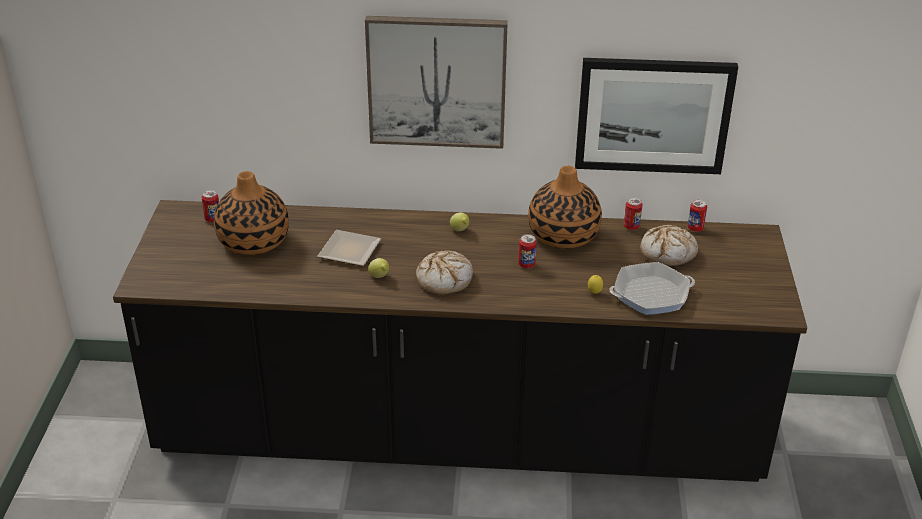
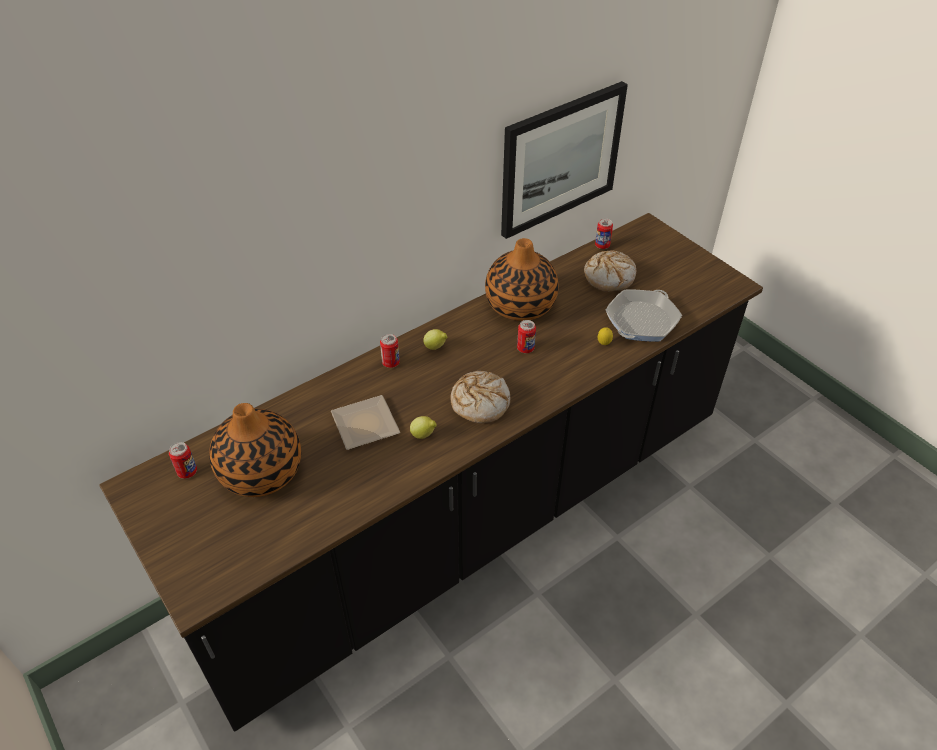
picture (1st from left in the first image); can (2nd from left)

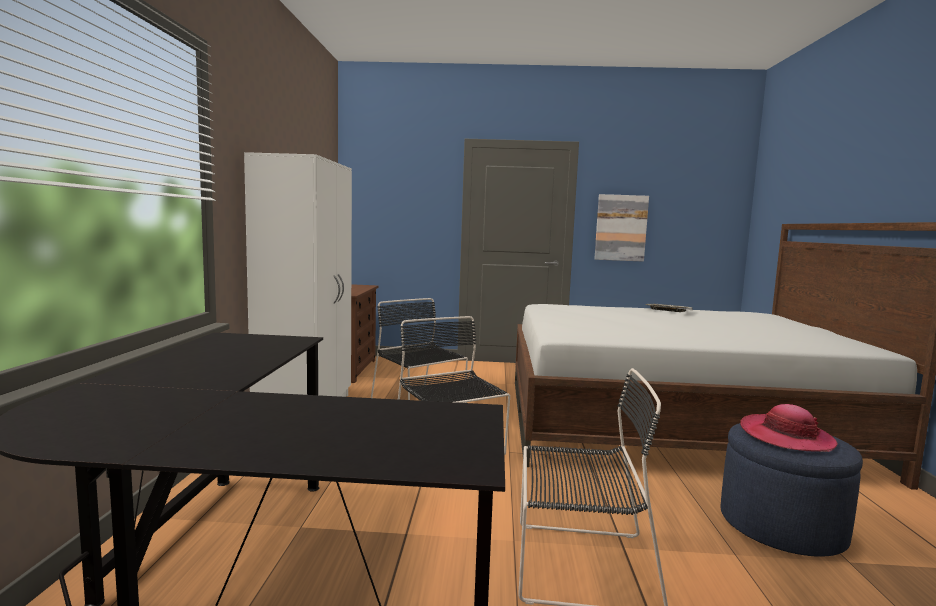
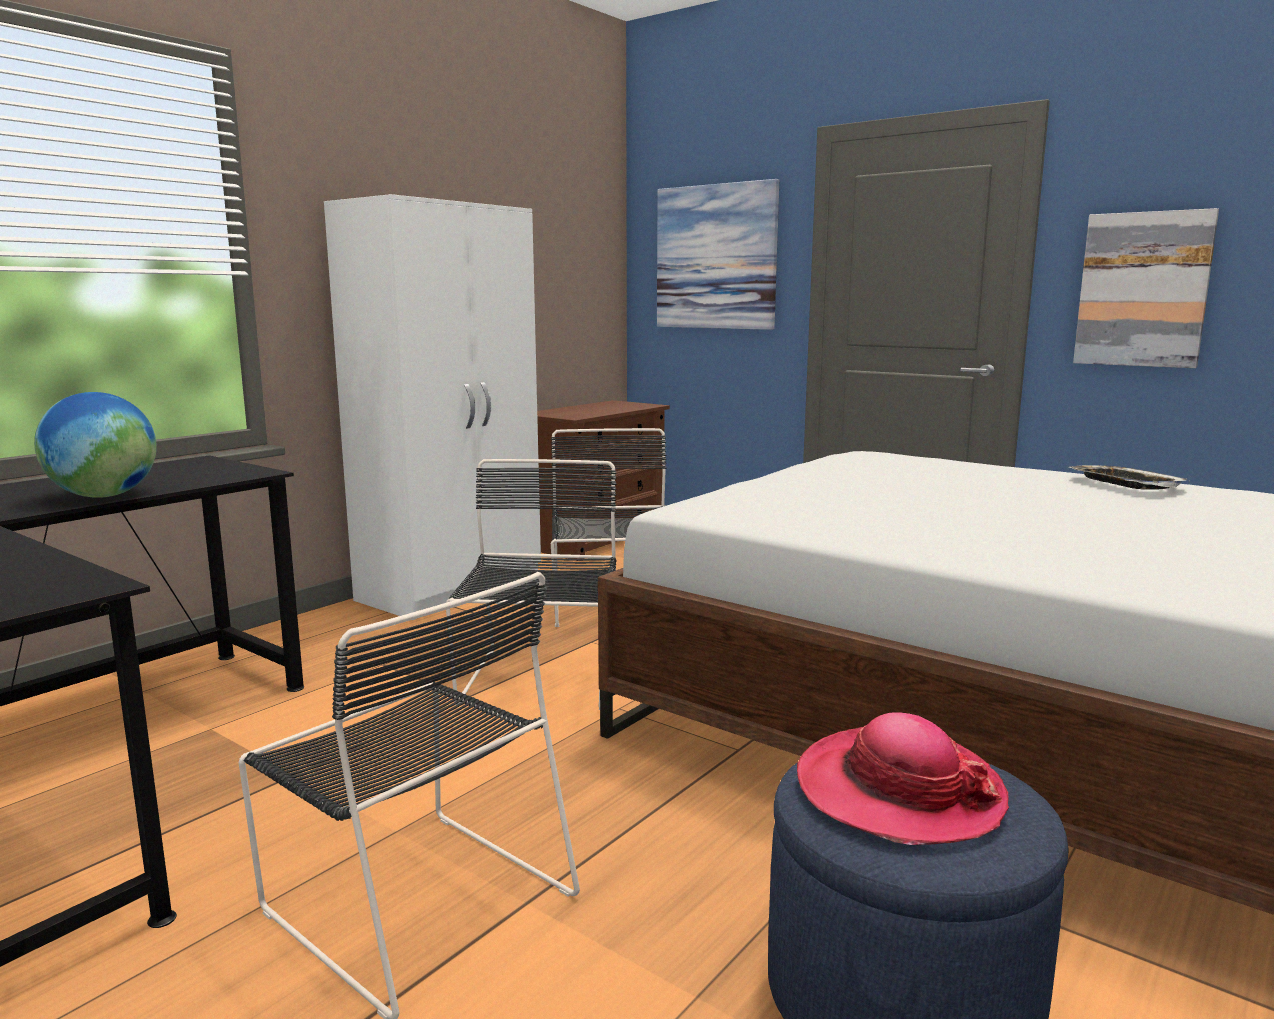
globe; picture (1st from left)

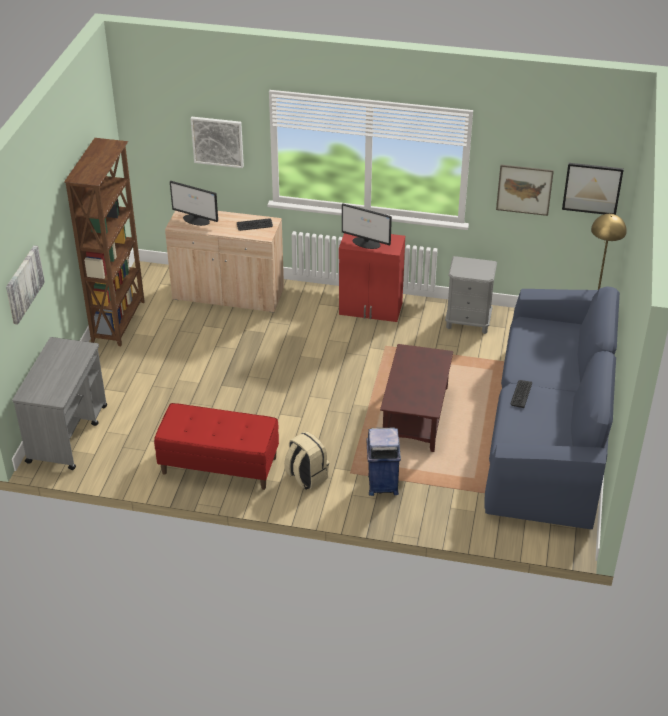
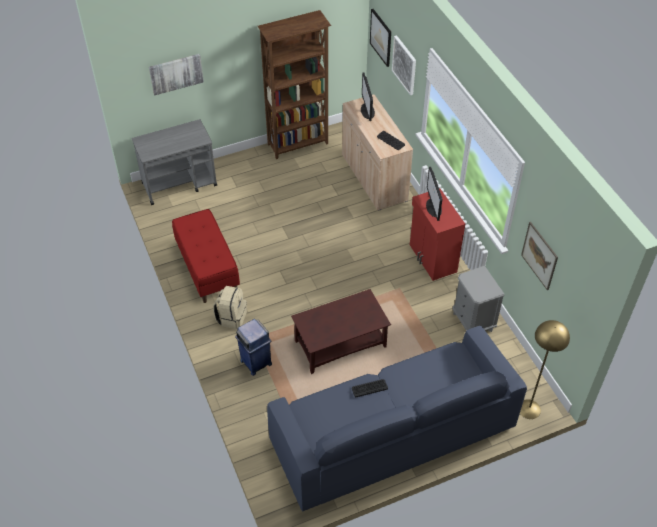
picture (2nd from left)

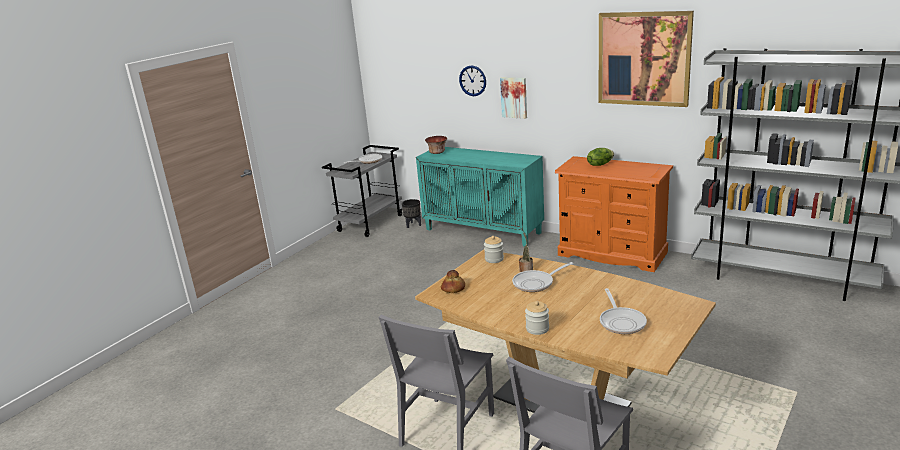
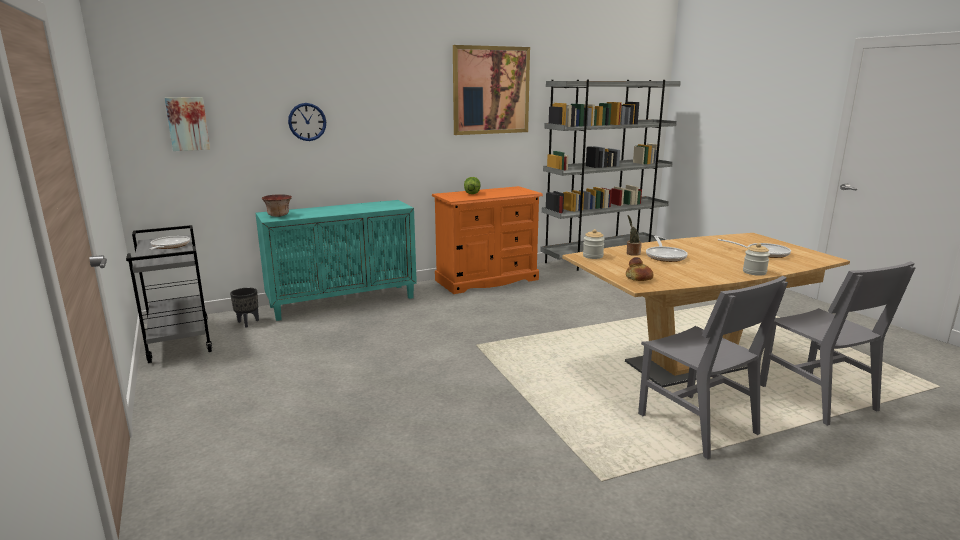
picture (1st from left)

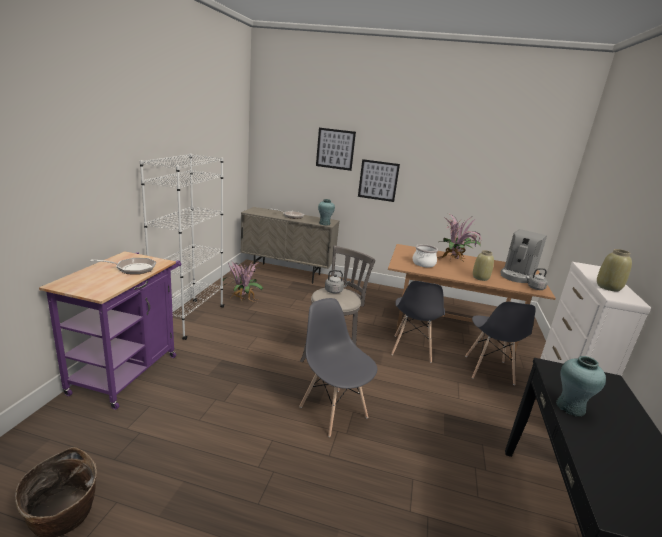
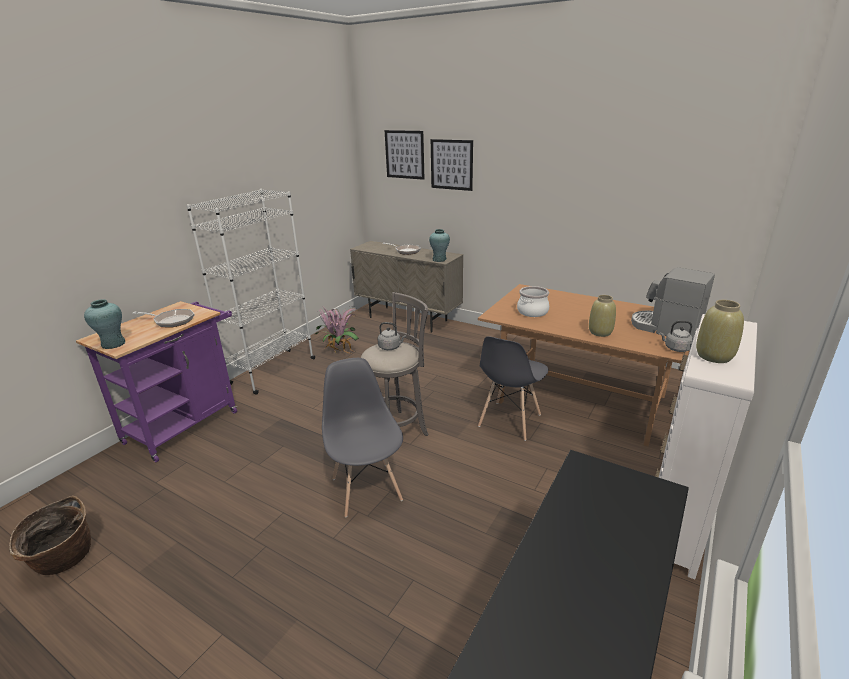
picture (1st from left); potted plant (2nd from left in the first image); grey chair (3rd from left in the first image); coffee machine; turquoise vase (1st from left)

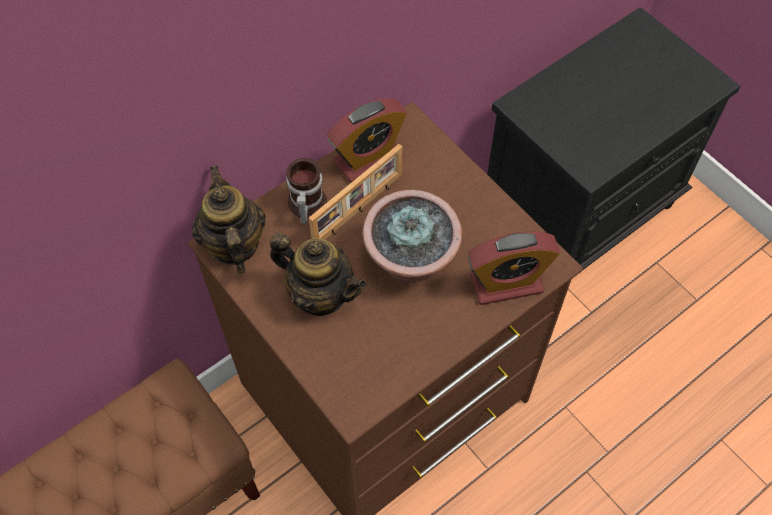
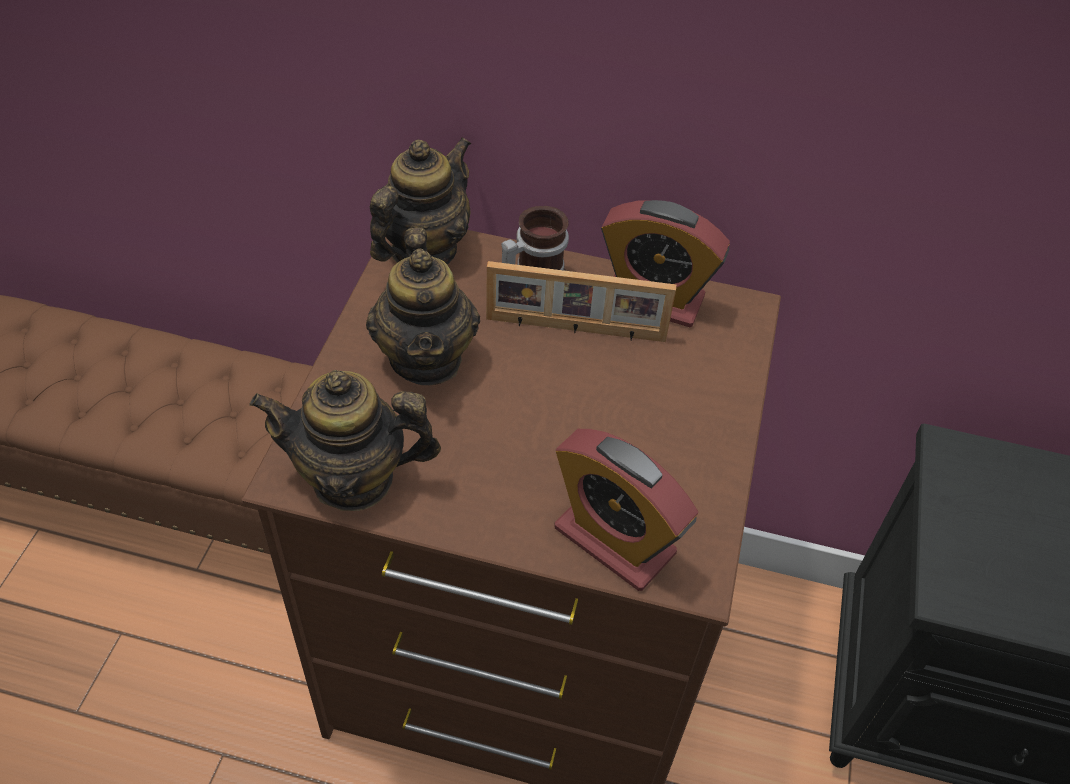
potted plant; teapot (1st from left)

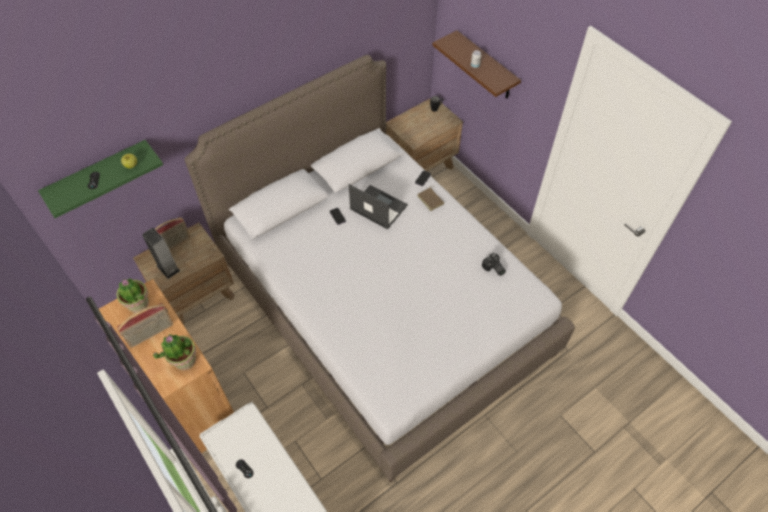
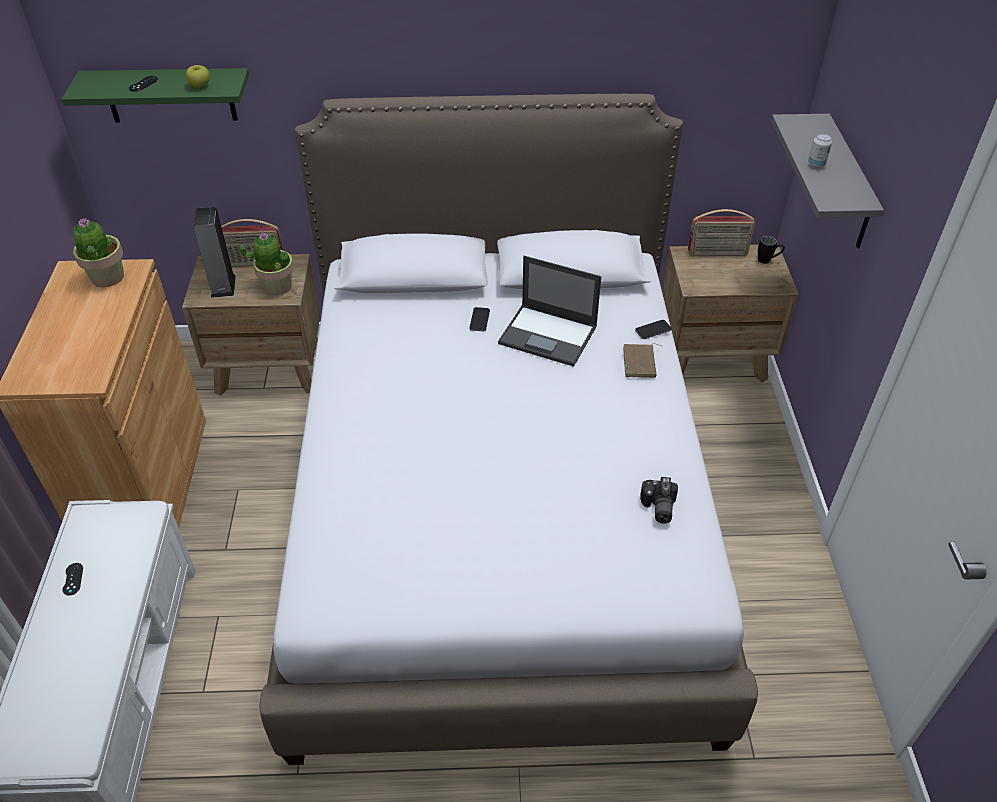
radio (2nd from left); potted plant (2nd from left); laptop; grey shelf

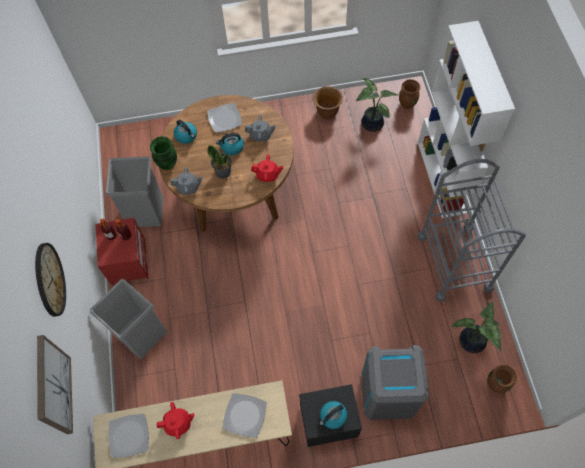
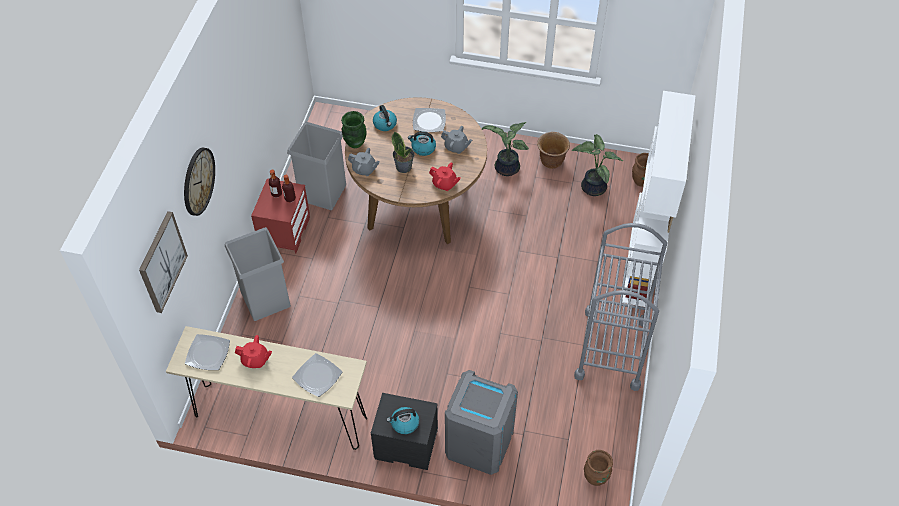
potted plant (2nd from left)

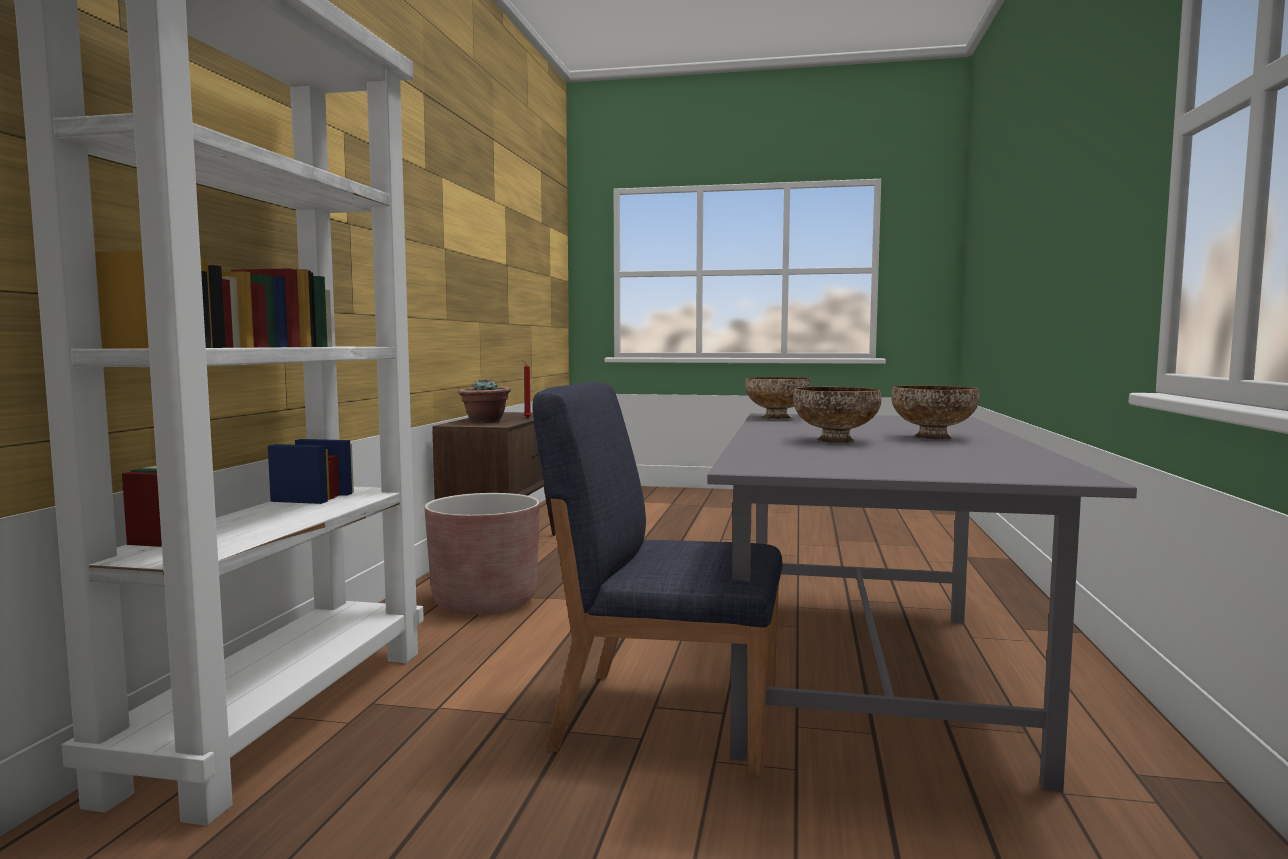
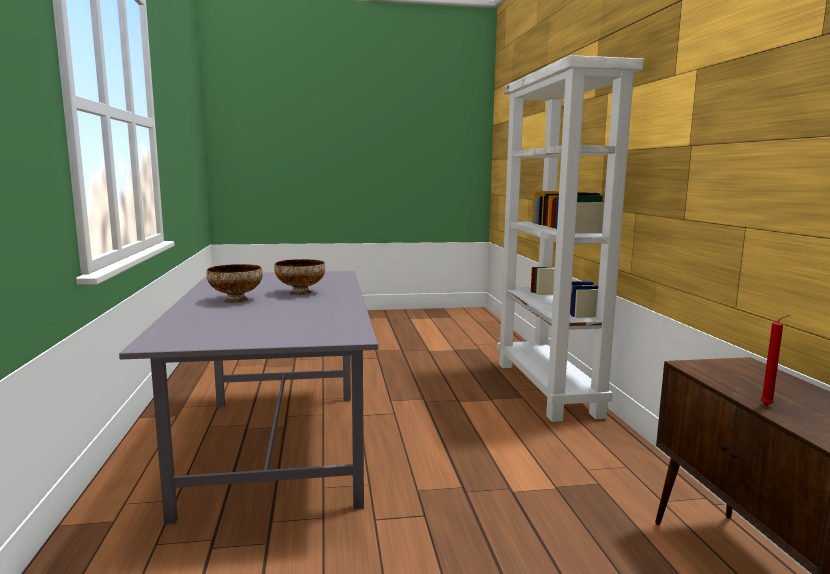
brown planter; potted plant; blue chair; bowl (1st from left in the first image)

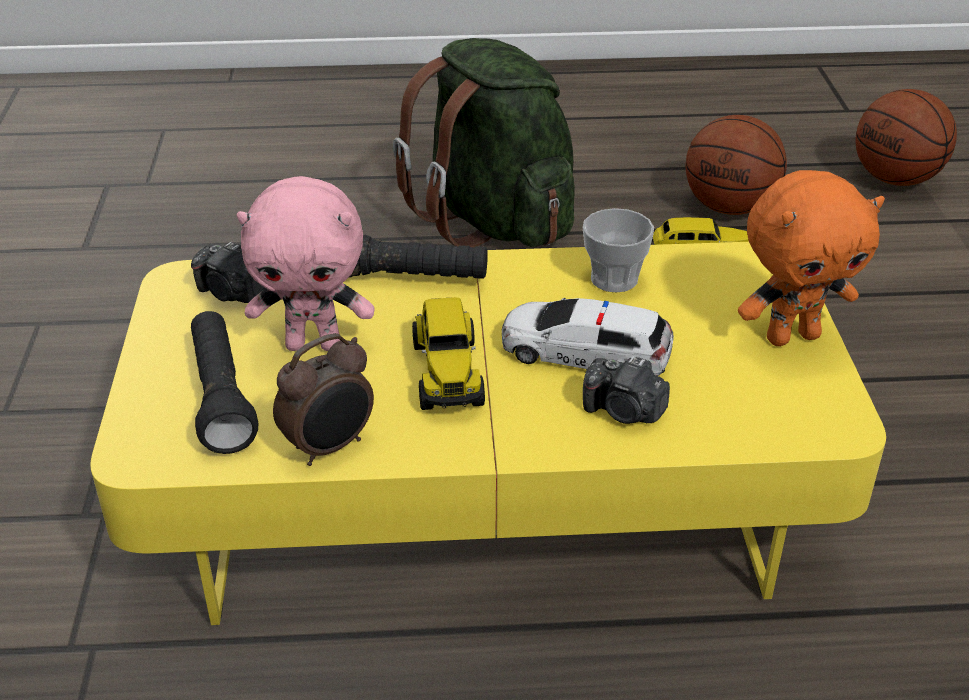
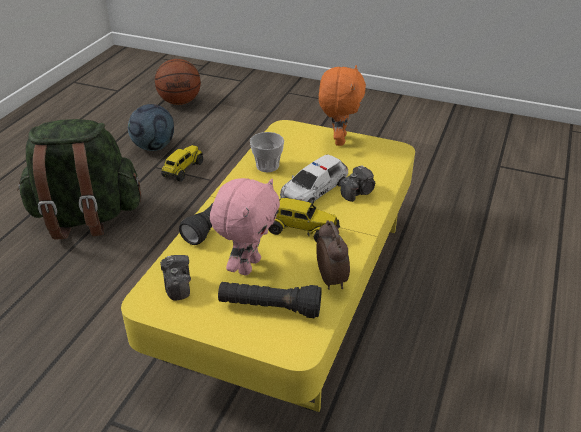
photo camera (1st from left); football

